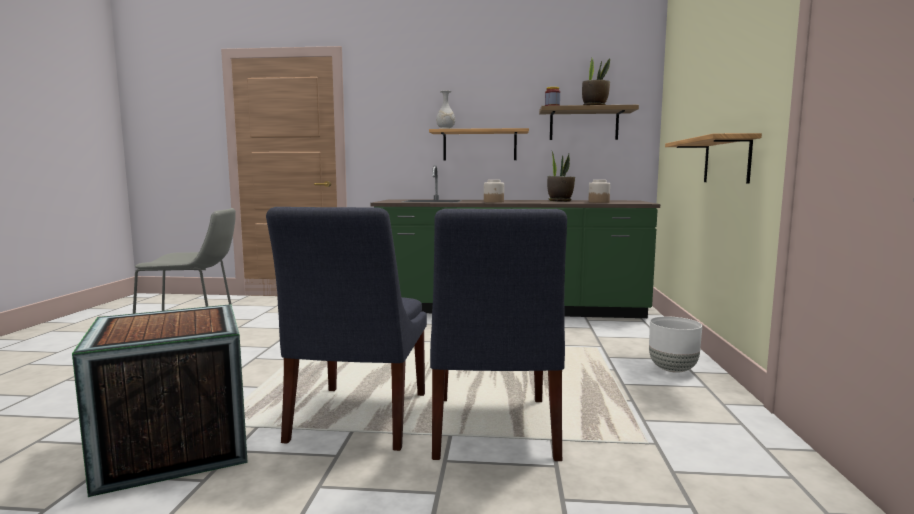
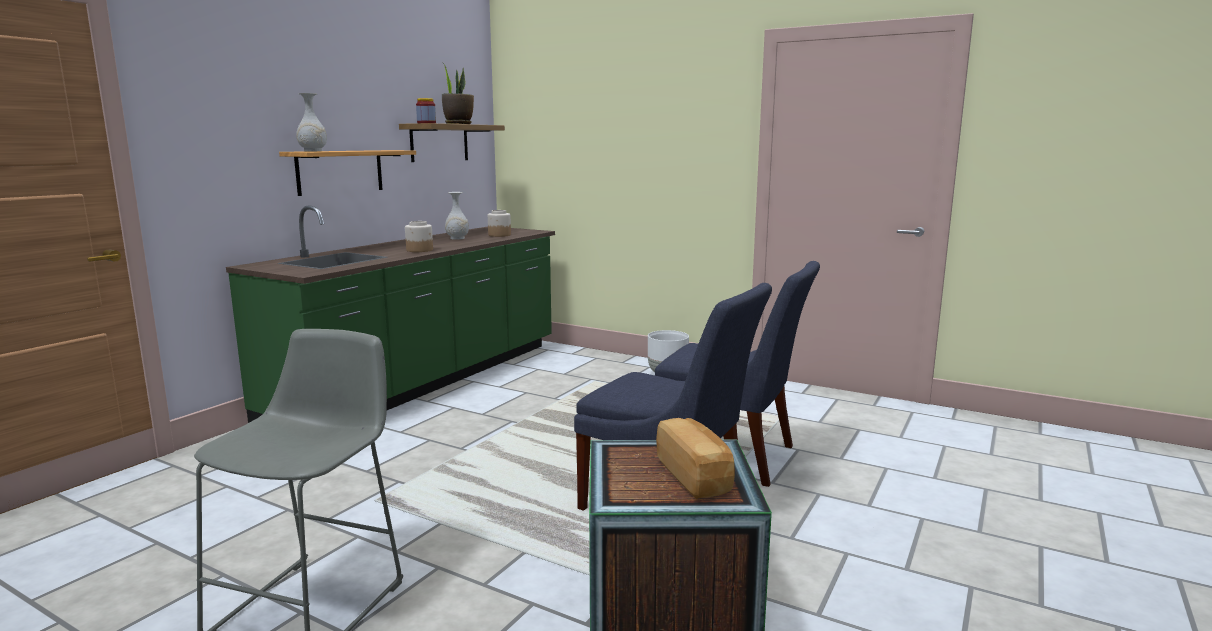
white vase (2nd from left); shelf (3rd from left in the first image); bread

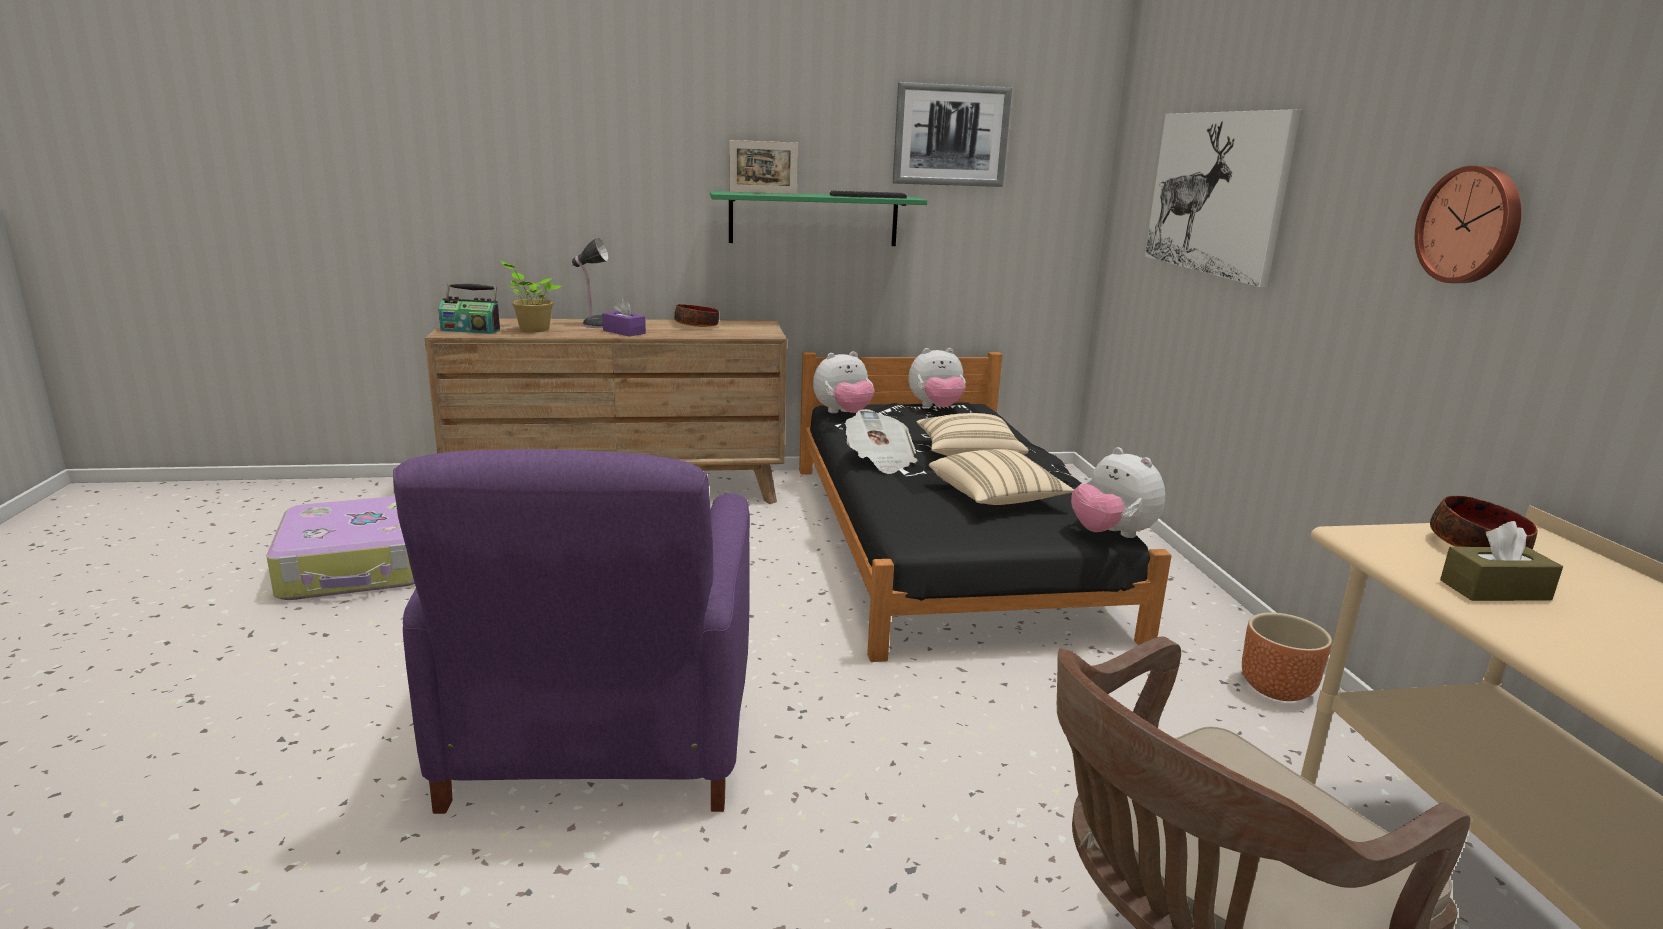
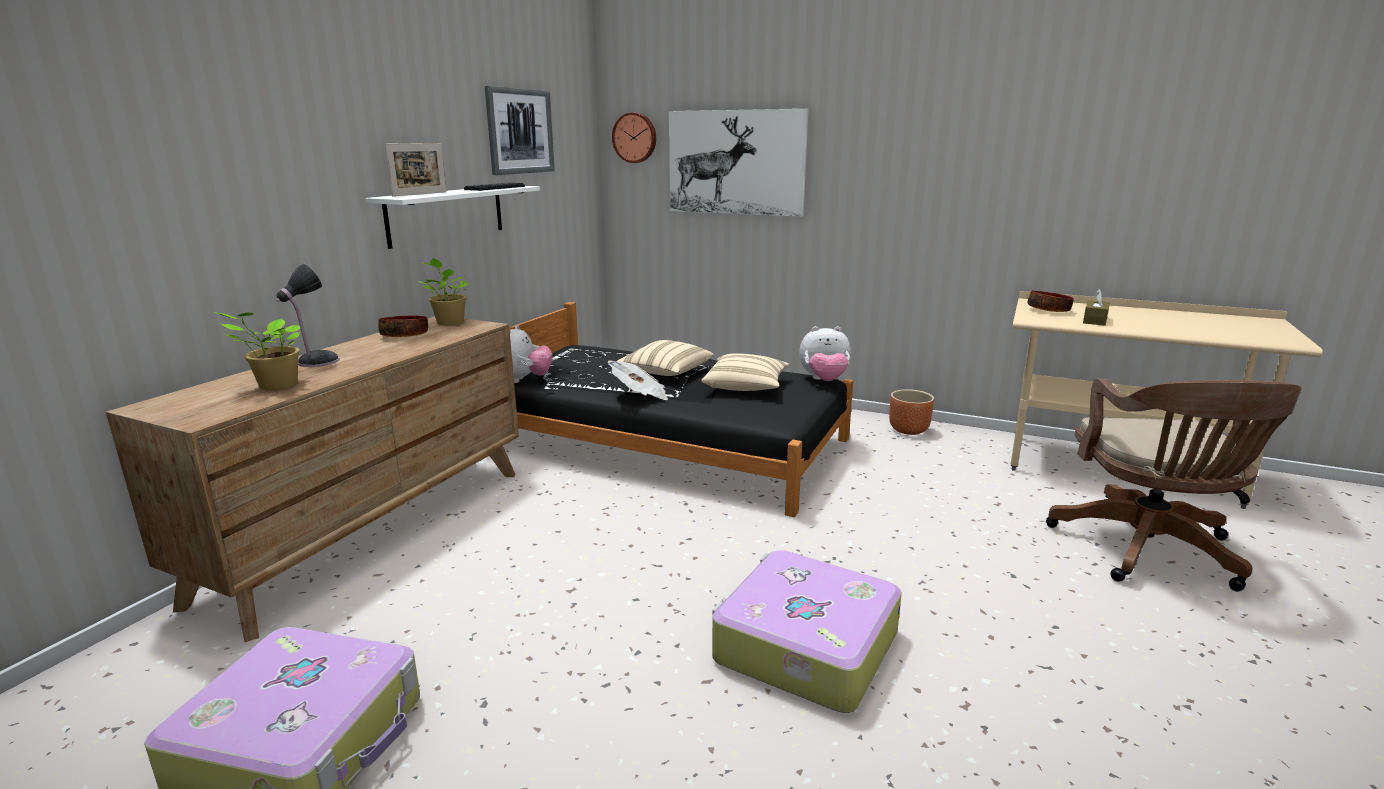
suitcase (2nd from left); radio; purple tissue box; white shelf; plush toy (2nd from left in the first image); wall clock; potted plant (2nd from left)

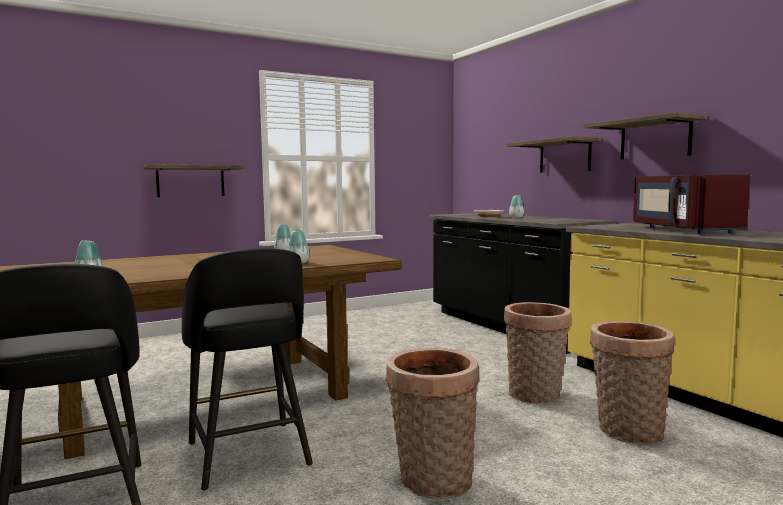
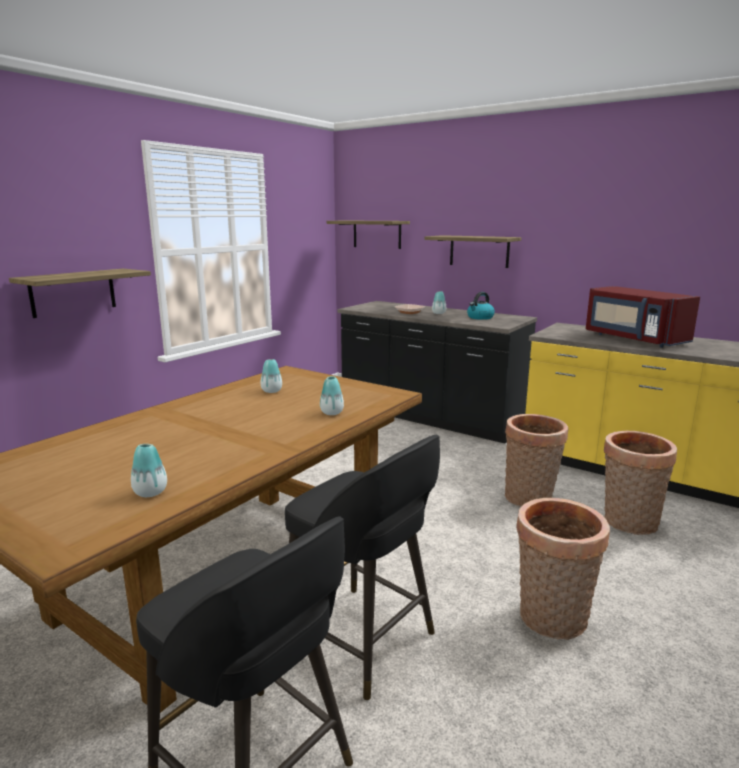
shelf (2nd from left); kettle

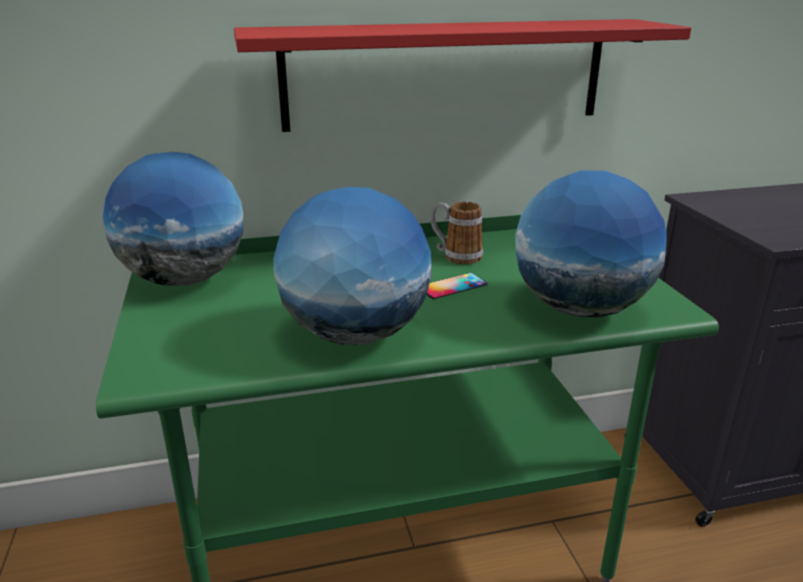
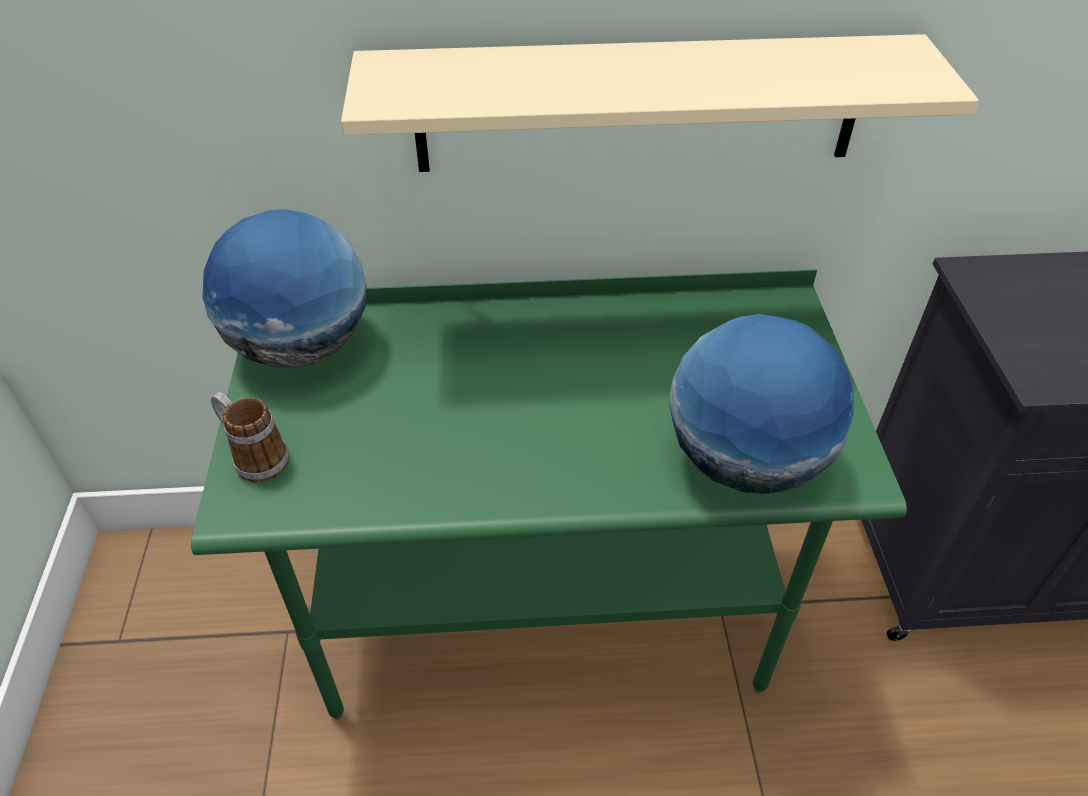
beige shelf; globe (2nd from left in the first image); phone; mug

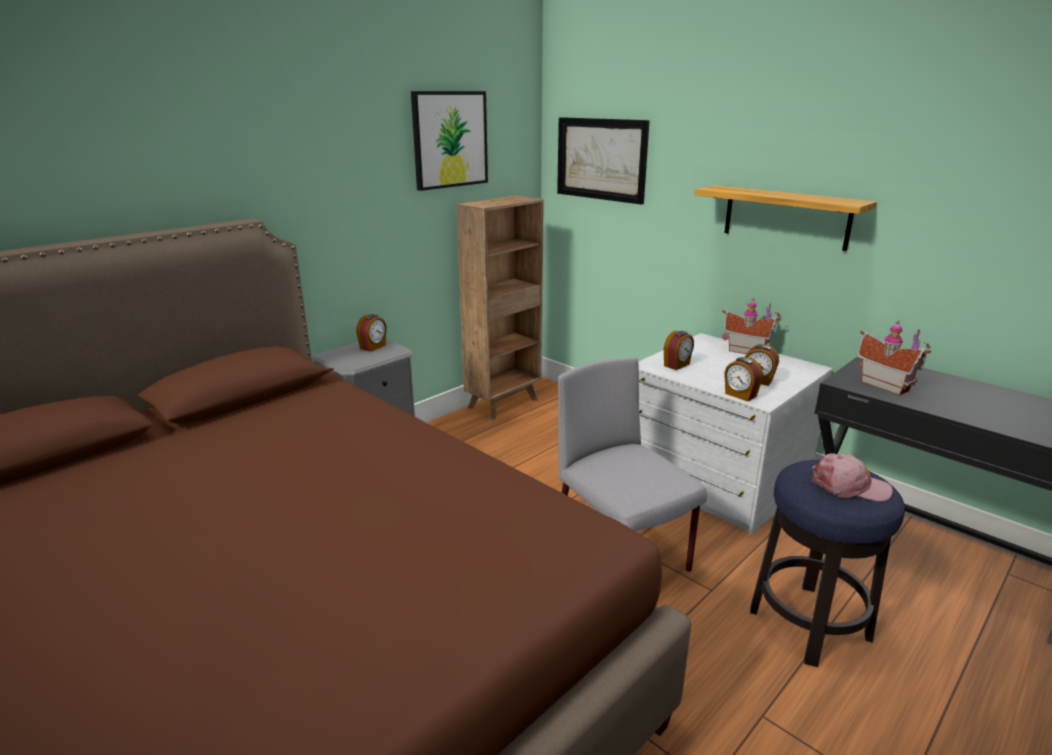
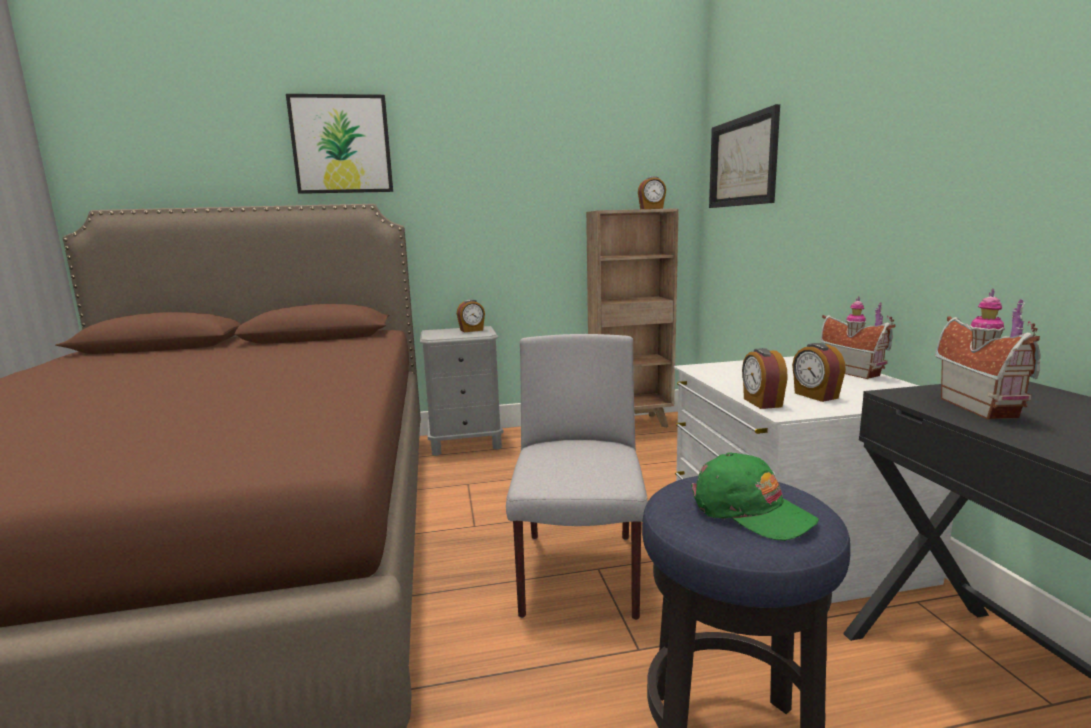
picture (1st from left); alarm clock (2nd from left); shelf; green cap

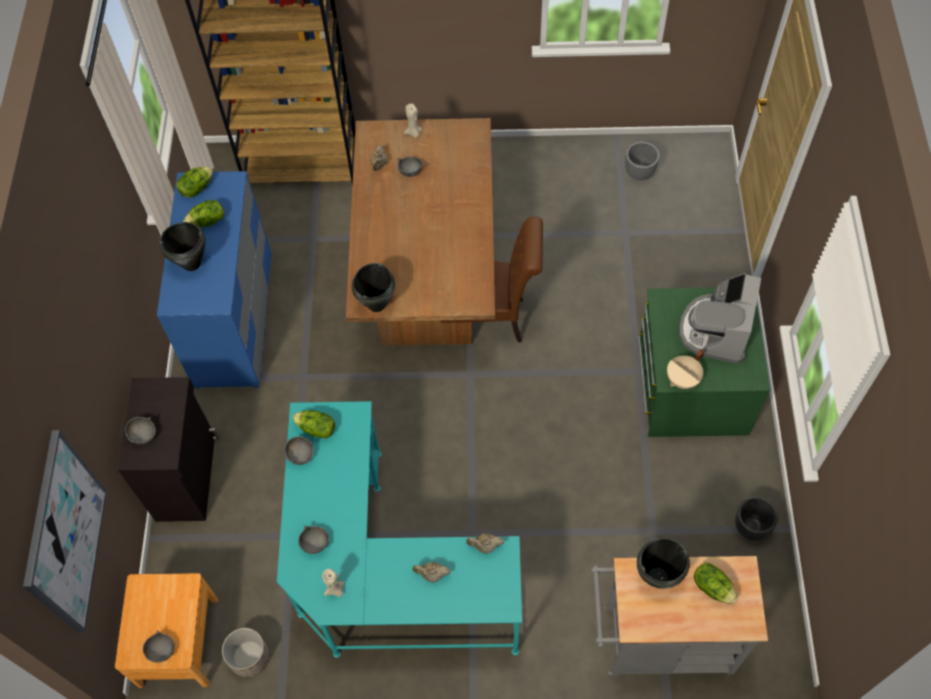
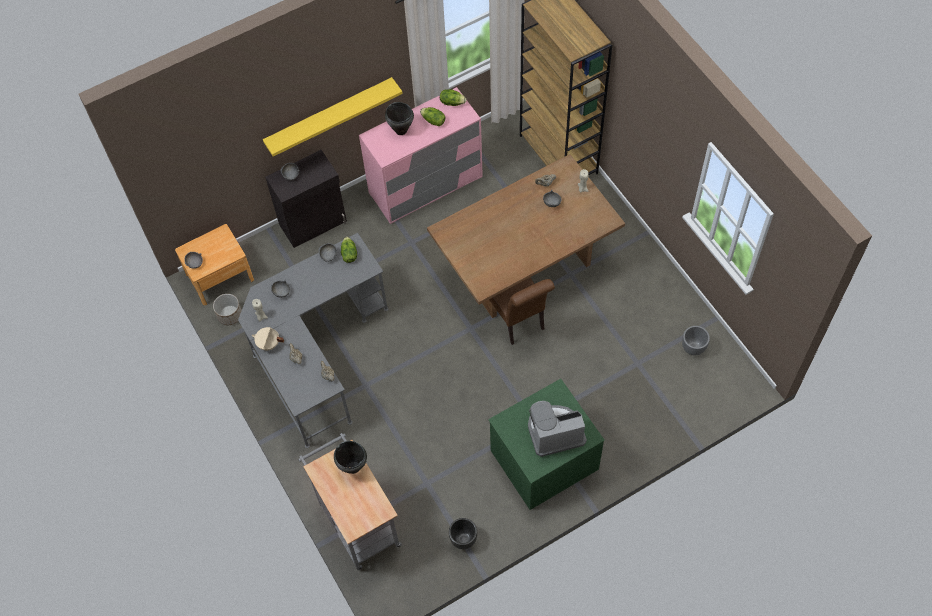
picture; pink dresser; grey desk; black cooking pot (2nd from left in the first image); beige cooking pot; lettuce (4th from left in the first image); yellow shelf

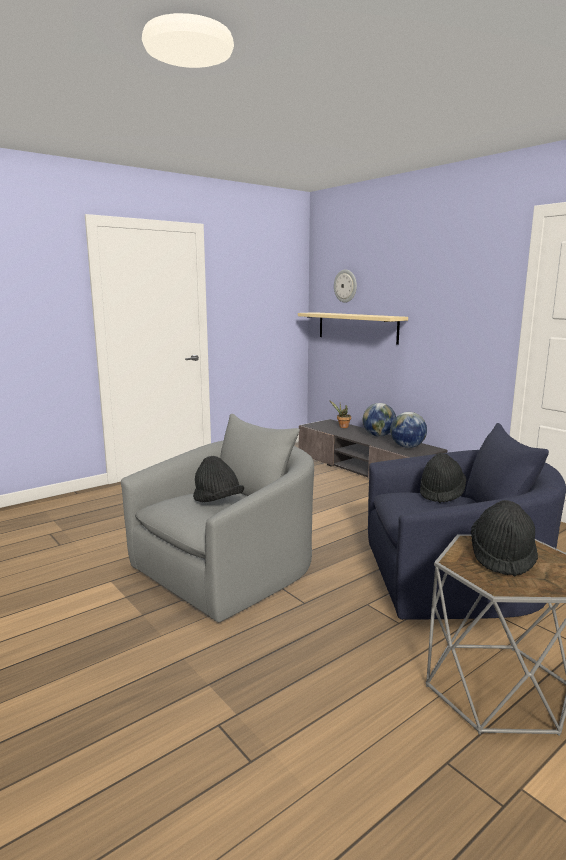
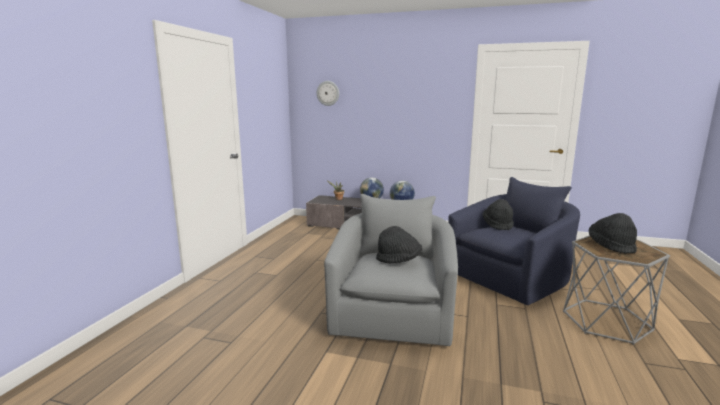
beige shelf

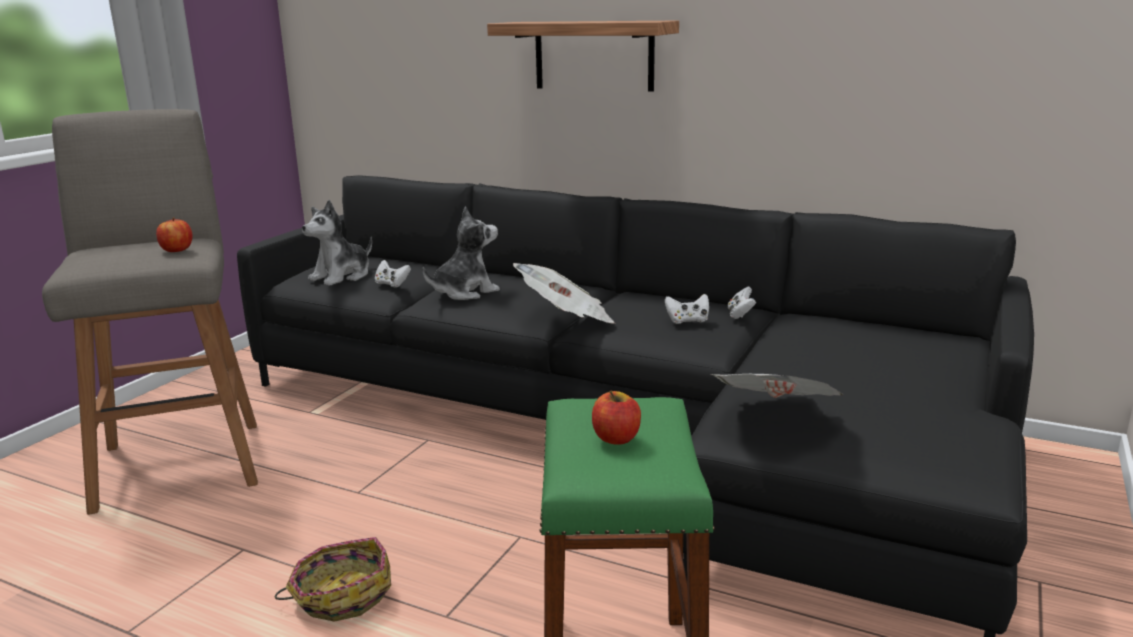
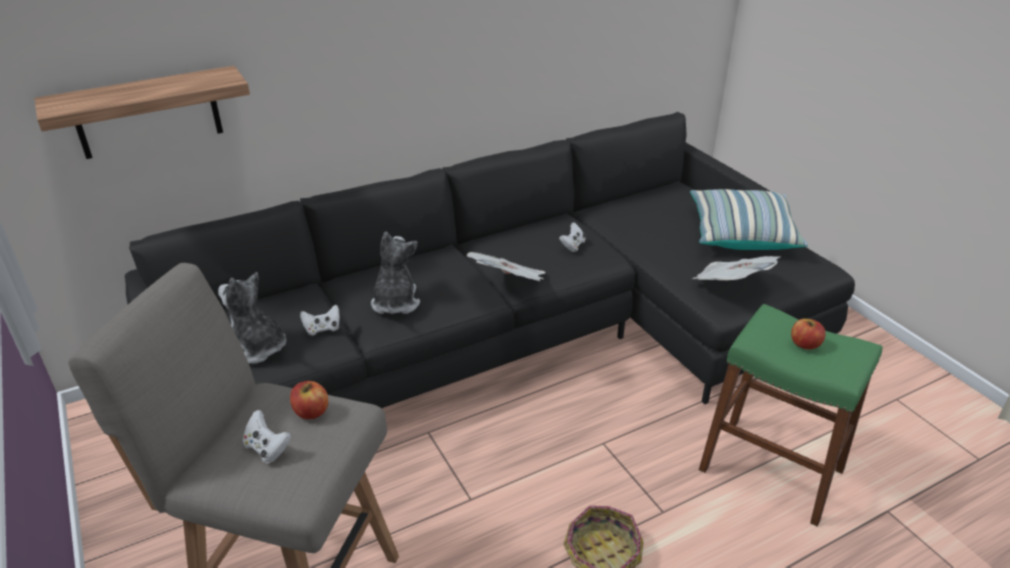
plush toy (1st from left); shelf; white game controller (1st from left); pillow

